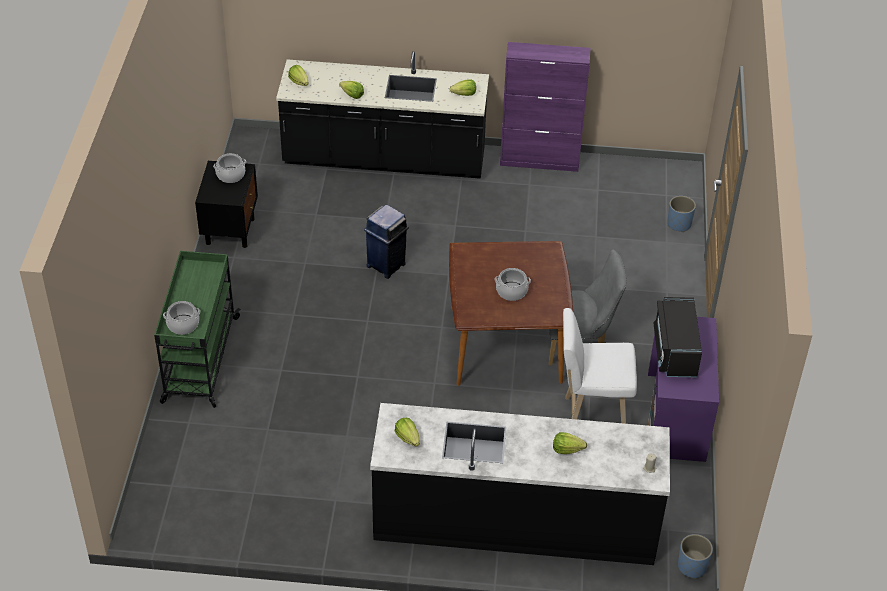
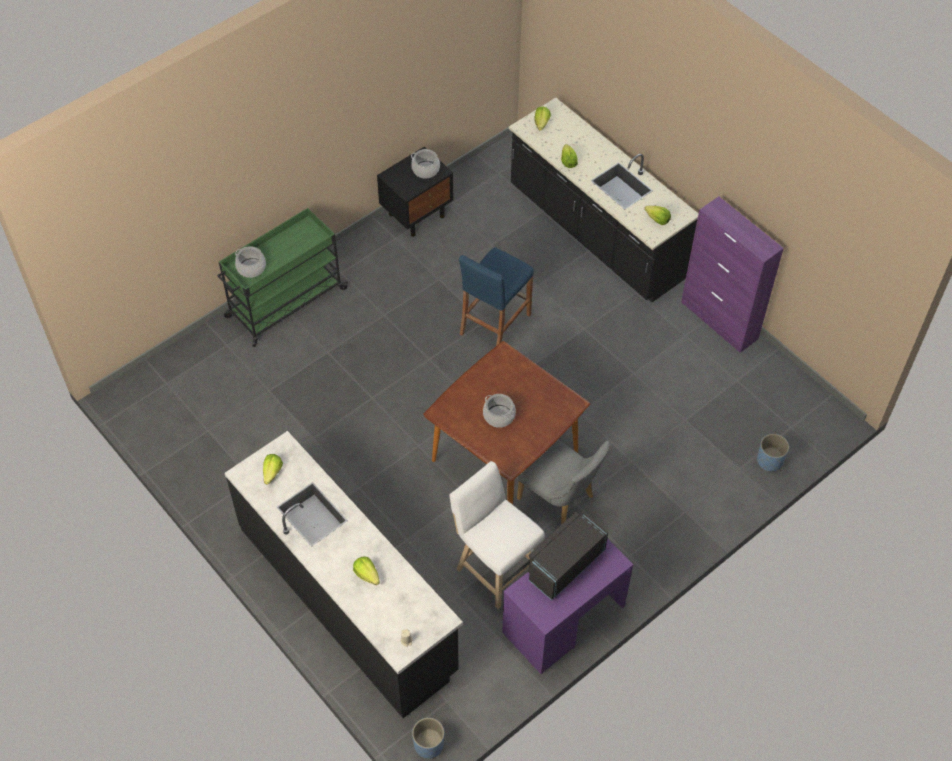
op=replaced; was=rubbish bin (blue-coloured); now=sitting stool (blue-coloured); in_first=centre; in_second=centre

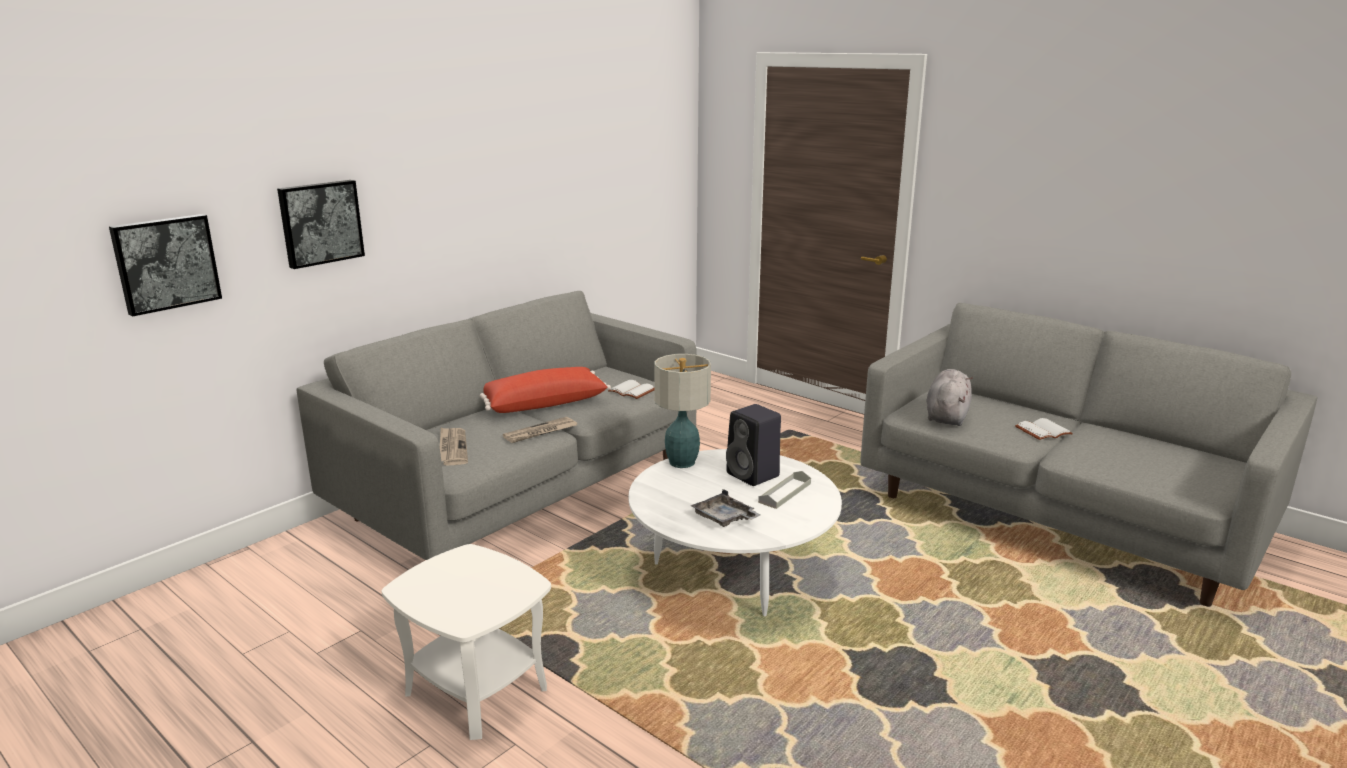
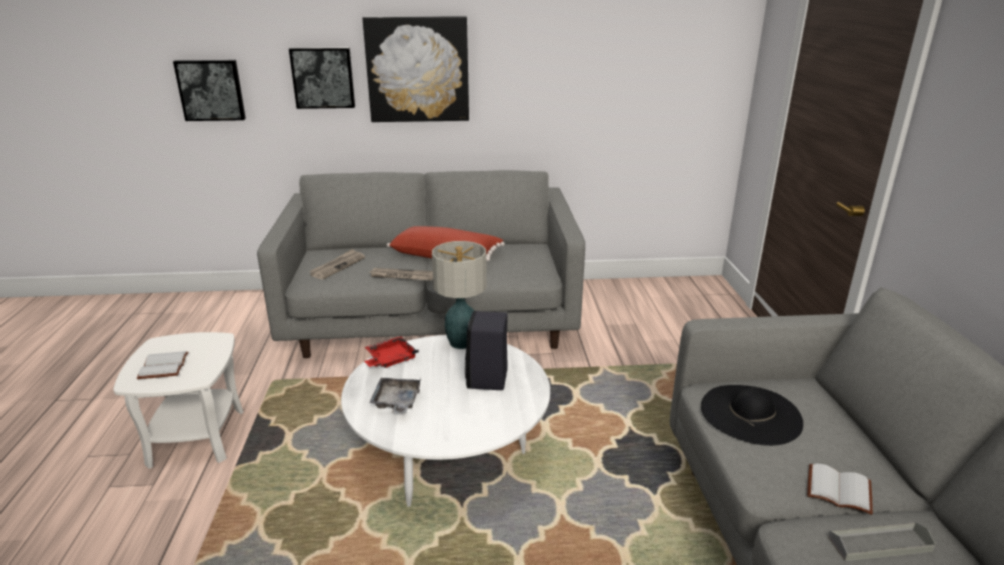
op=moved; was=book (white-coloured) (1st from left); in_first=centre; in_second=middle left
op=added; now=wall picture (3rd from left); in_second=top centre
op=added; now=carrying tray (red-coloured); in_second=centre
op=replaced; was=plush toy (grey); now=clothing hat (blackish); in_first=middle right; in_second=bottom right
op=moved; was=carrying tray (grey) (2nd from left); in_first=centre; in_second=bottom right

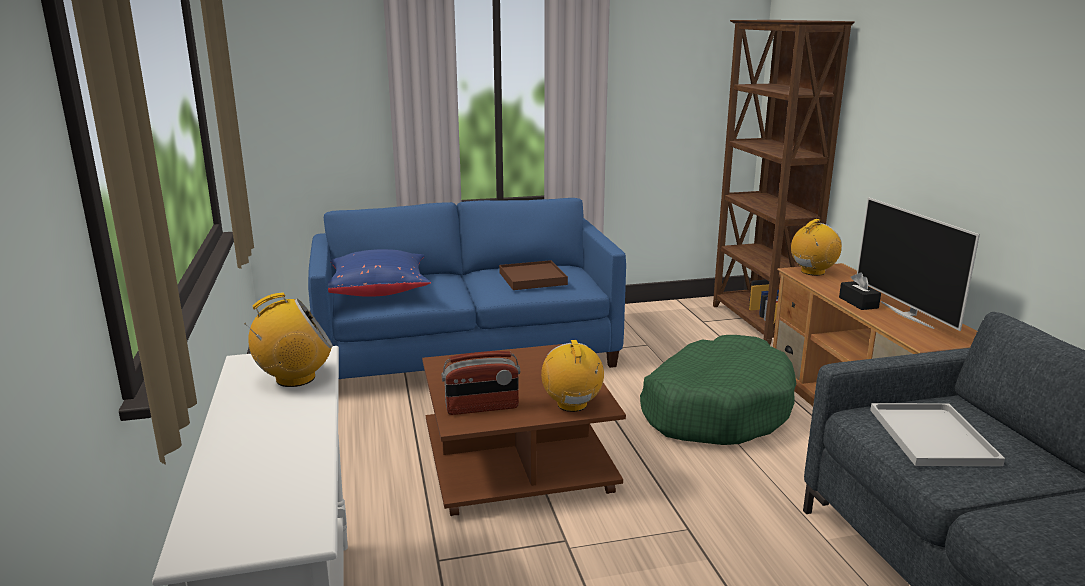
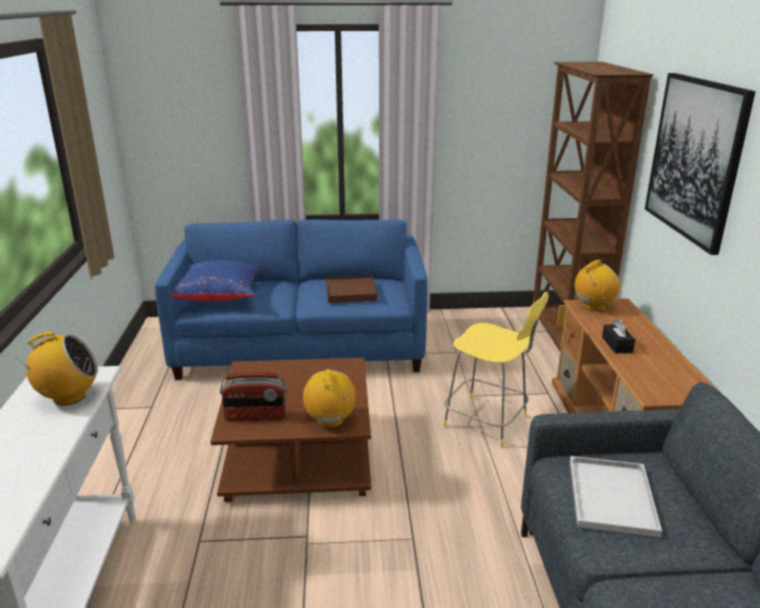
op=replaced; was=pet bed (green); now=sitting stool (yellow); in_first=centre; in_second=centre
op=added; now=wall picture; in_second=top right
op=removed; was=TV set; in_first=middle right

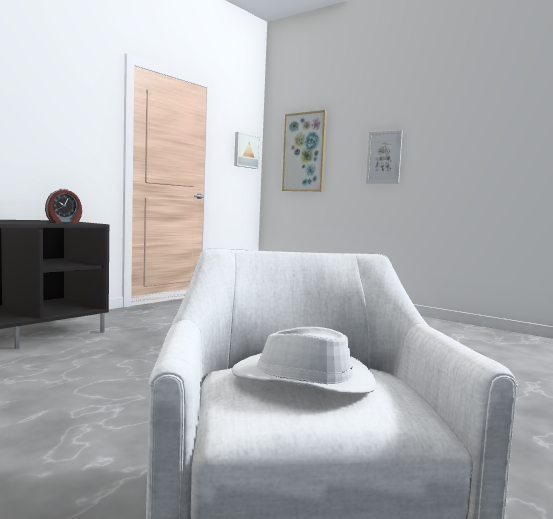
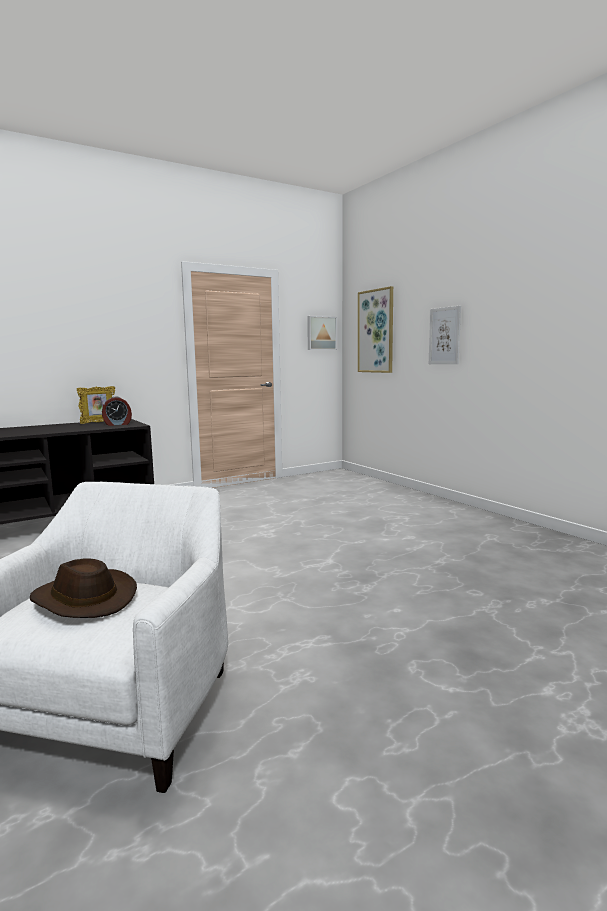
op=recoloured; was=clothing hat (white-coloured); now=clothing hat (brown); in_first=bottom centre; in_second=middle left
op=added; now=standing frame; in_second=middle left

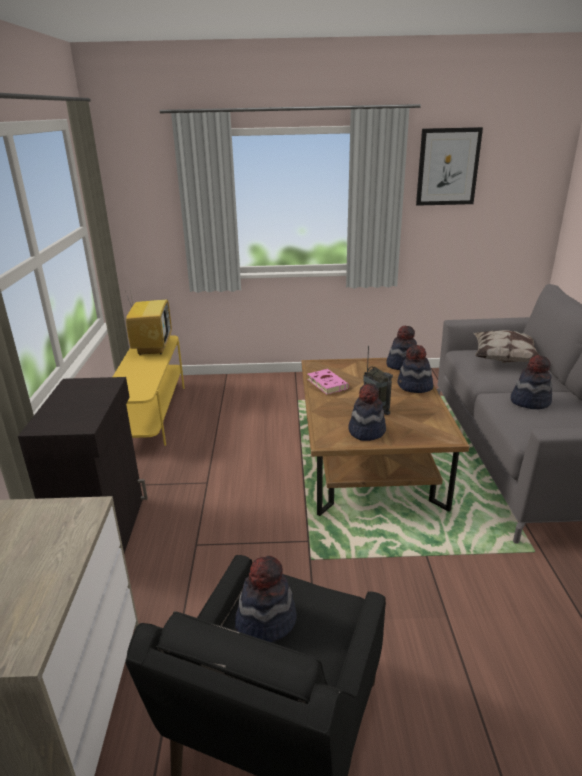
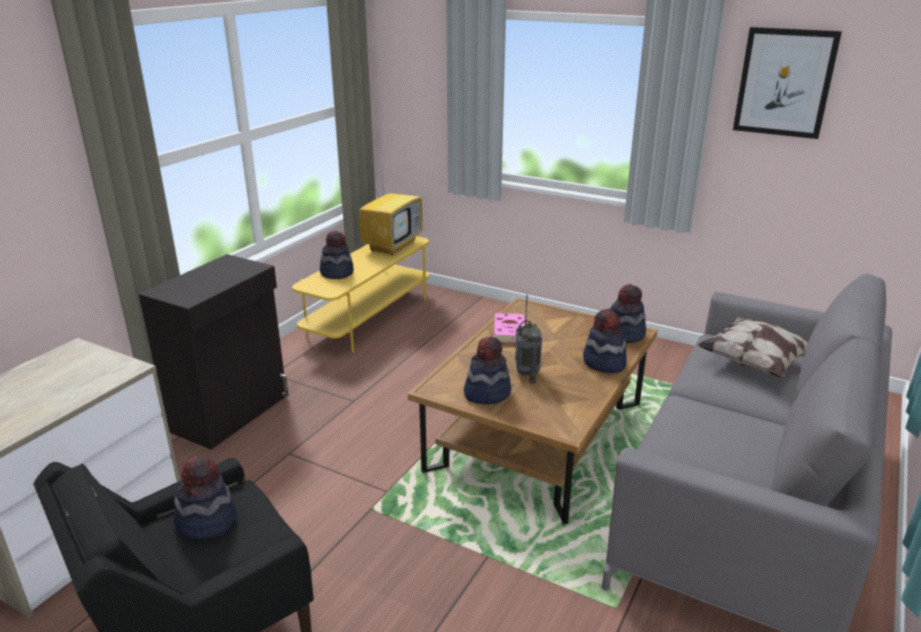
op=moved; was=clothing hat (5th from left in the first image); now=clothing hat (2nd from left); in_first=middle right; in_second=centre

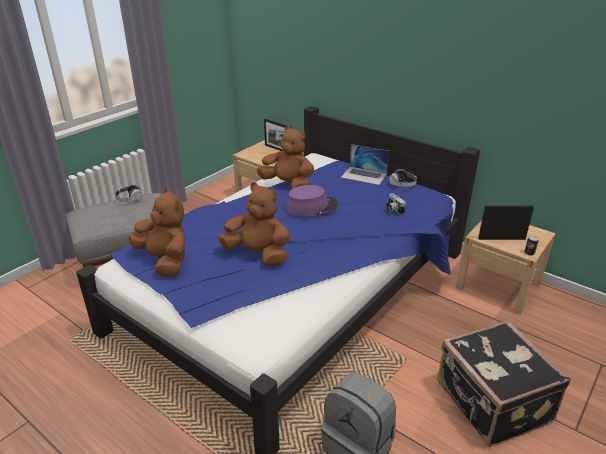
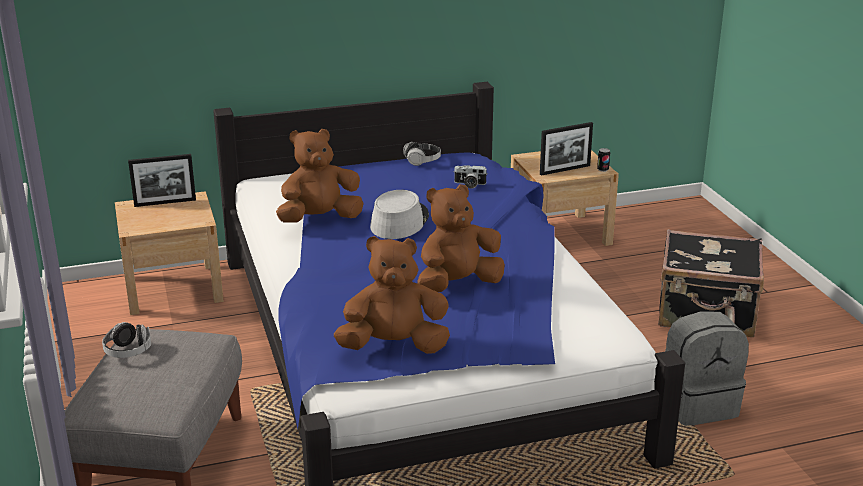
op=recoloured; was=clothing hat (purple); now=clothing hat (grey); in_first=centre; in_second=centre
op=turned; was=standing frame (2nd from left); in_first=middle right; in_second=top centre; clockwise=-150
op=removed; was=laptop; in_first=centre

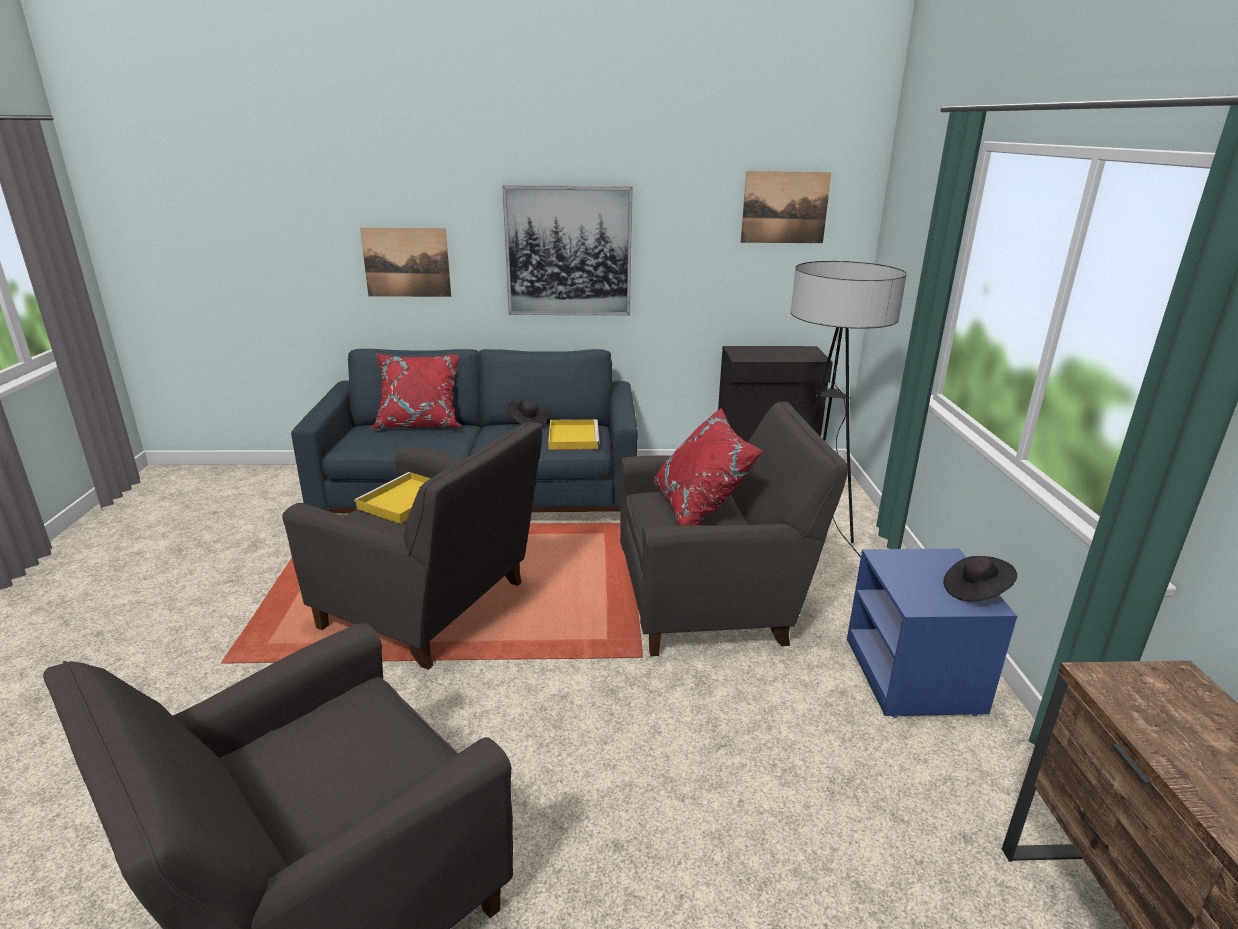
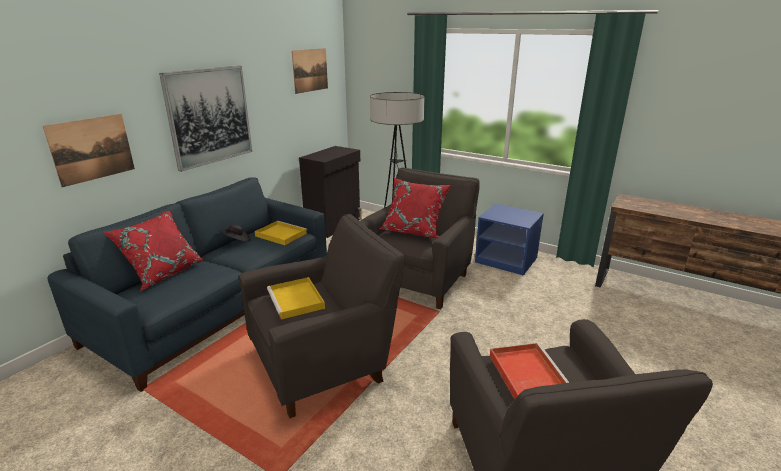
op=added; now=carrying tray (red-coloured); in_second=bottom right
op=removed; was=clothing hat (blackish) (2nd from left); in_first=middle right

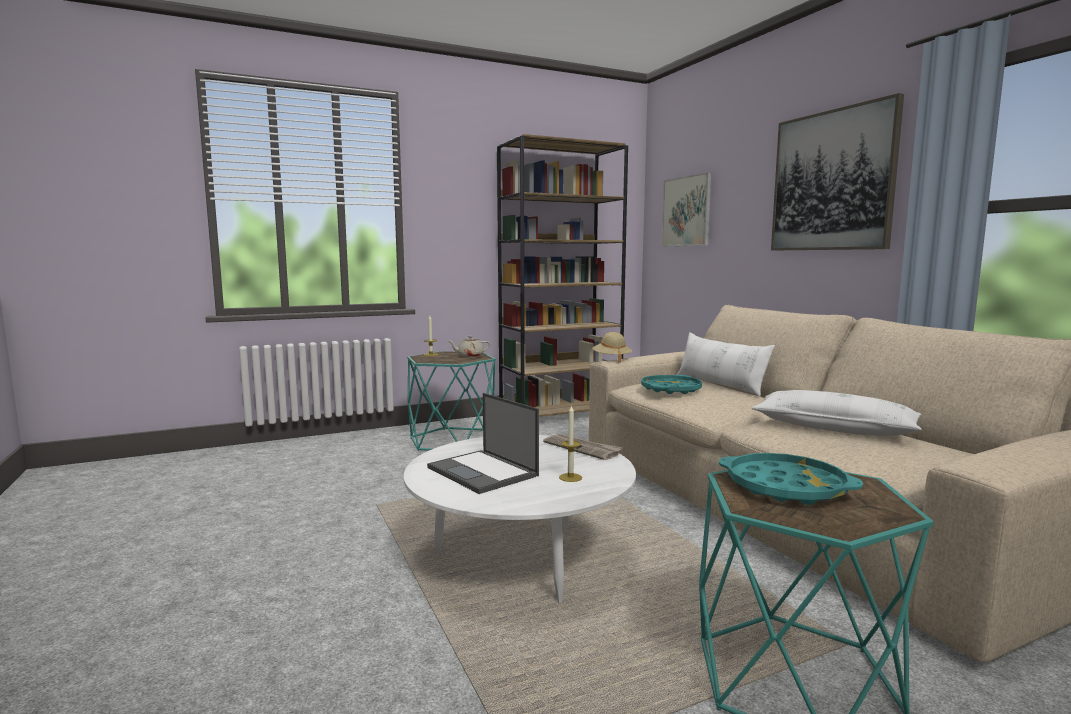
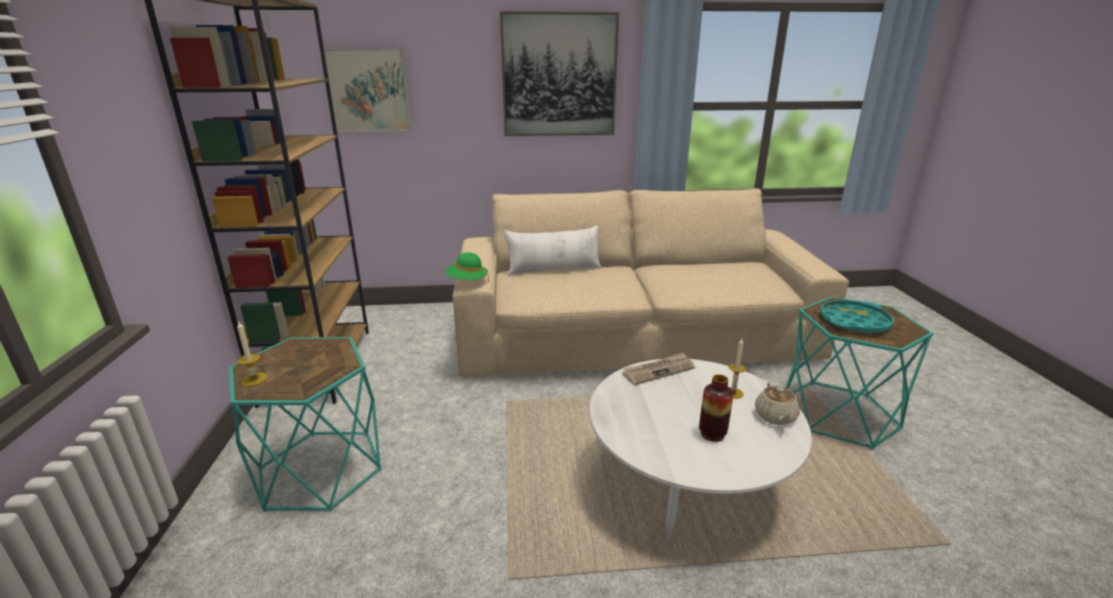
op=recoloured; was=clothing hat (beige-coloured); now=clothing hat (green); in_first=centre; in_second=centre
op=replaced; was=laptop; now=flower vase; in_first=centre; in_second=bottom centre
op=moved; was=pot for tea (beige-coloured); in_first=centre; in_second=bottom right
op=removed; was=carrying tray (turquoise-coloured) (1st from left); in_first=centre
op=removed; was=pillow (white-coloured) (2nd from left); in_first=middle right

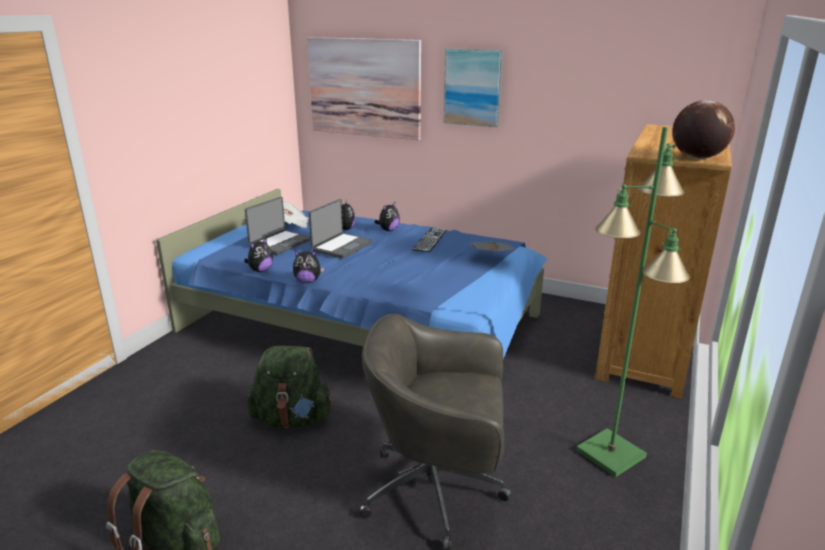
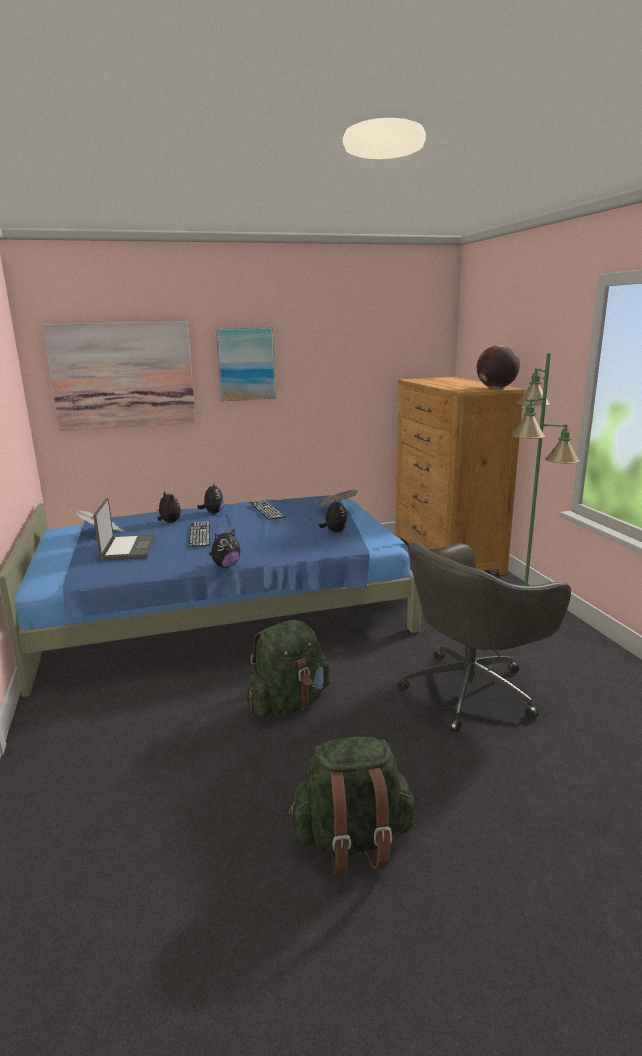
op=replaced; was=laptop (2nd from left); now=keyboard (1st from left); in_first=centre; in_second=middle left
op=moved; was=plush toy (1st from left in the first image); now=plush toy (4th from left); in_first=middle left; in_second=centre

